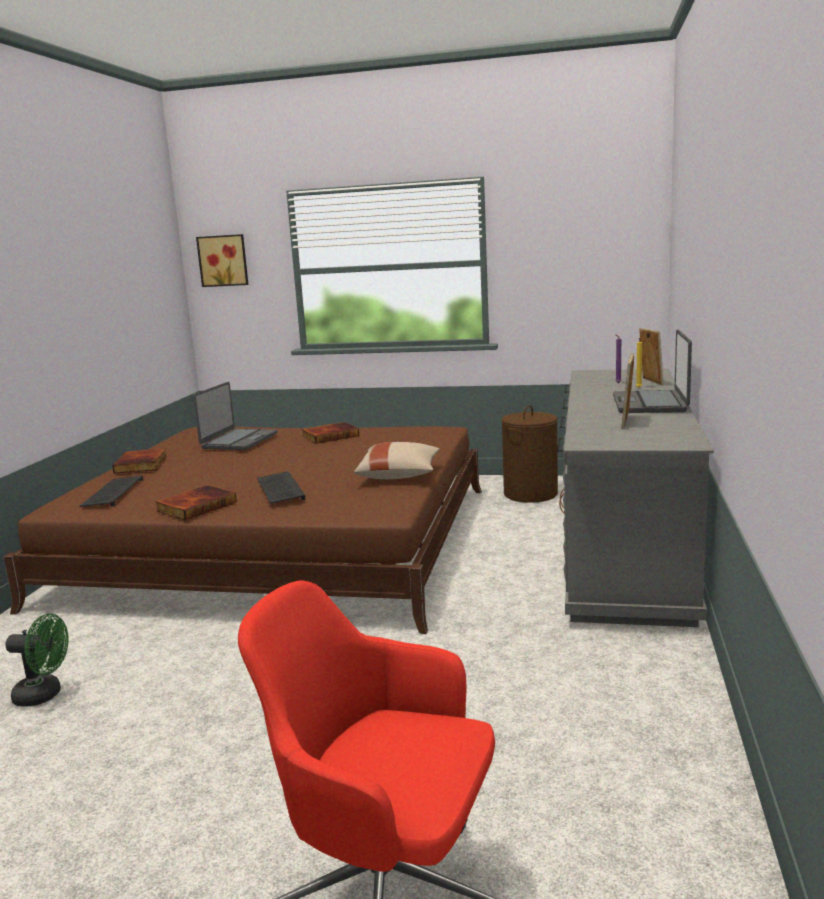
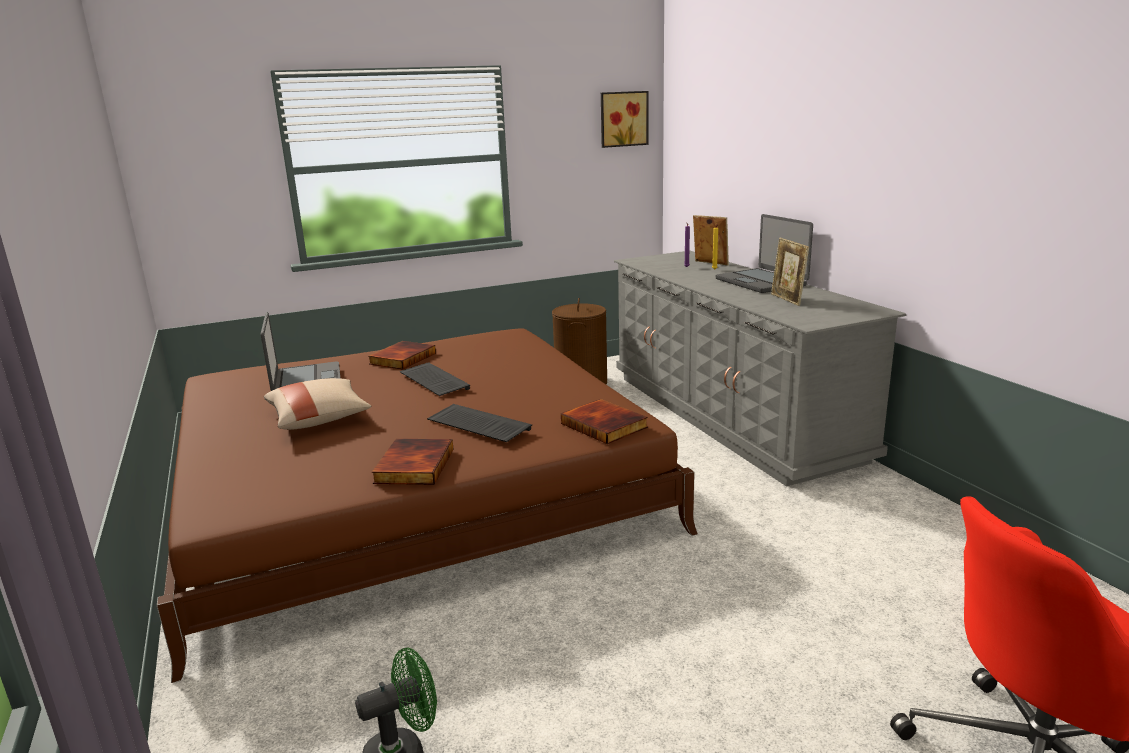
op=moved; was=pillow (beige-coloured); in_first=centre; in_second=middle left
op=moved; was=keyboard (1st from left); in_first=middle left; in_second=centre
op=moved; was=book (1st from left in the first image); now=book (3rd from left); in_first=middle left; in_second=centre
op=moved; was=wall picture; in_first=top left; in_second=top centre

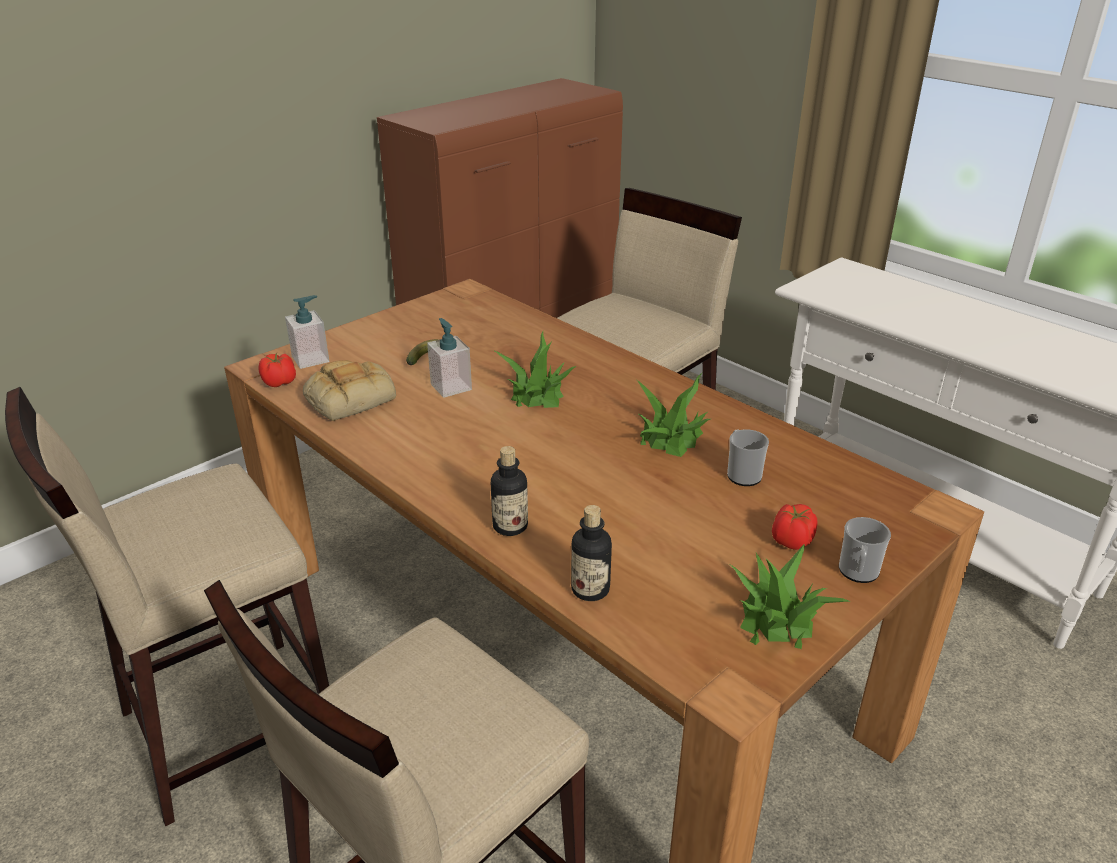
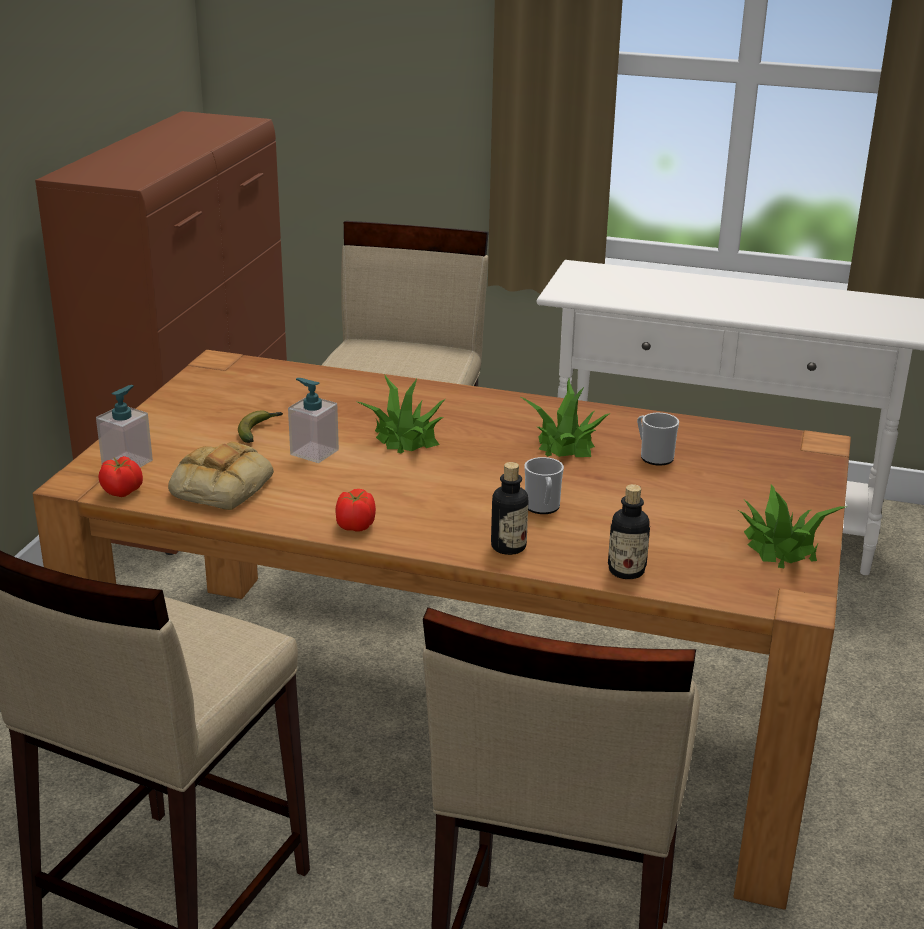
op=moved; was=fresh tomato (2nd from left); in_first=middle right; in_second=centre
op=moved; was=mug (2nd from left in the first image); now=mug (1st from left); in_first=middle right; in_second=centre

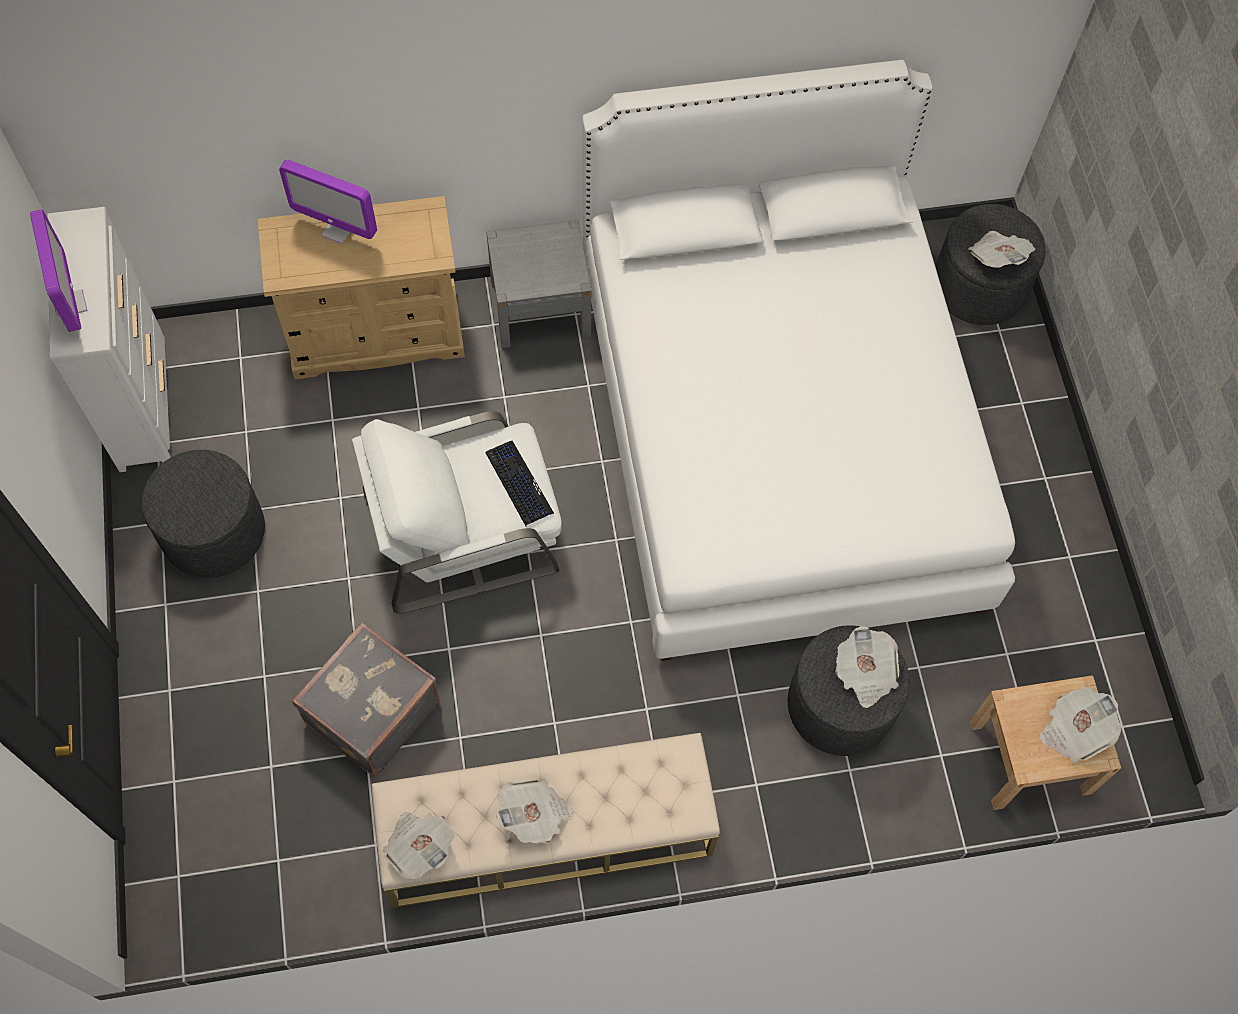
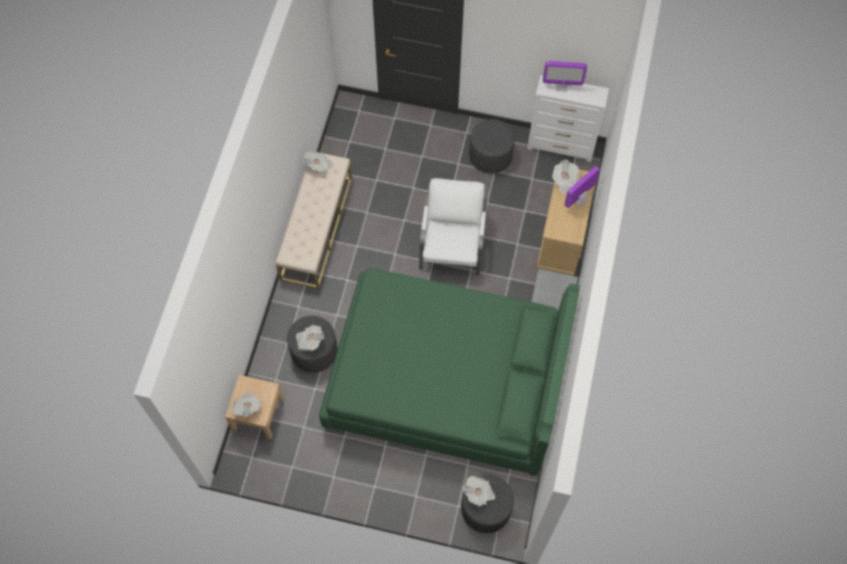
op=recoloured; was=bedroom bed (white-coloured); now=bedroom bed (green); in_first=centre; in_second=centre
op=moved; was=printed paper (2nd from left in the first image); now=printed paper (5th from left); in_first=bottom centre; in_second=top right
op=removed; was=suitcase (grey); in_first=bottom left
op=removed; was=keyboard; in_first=centre

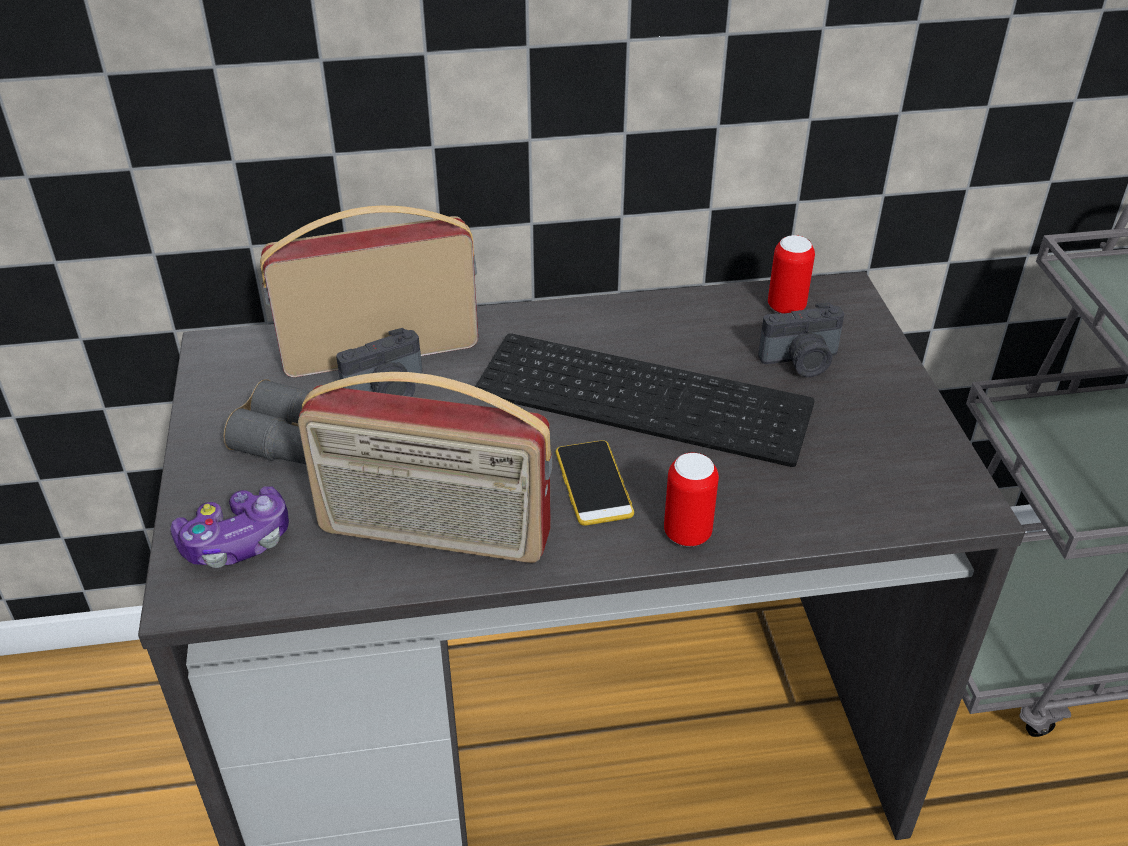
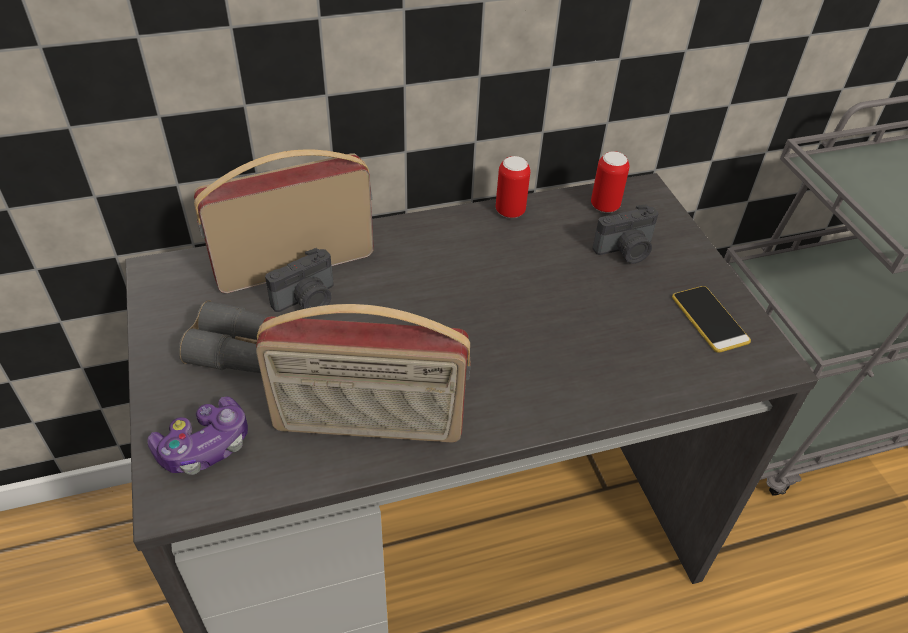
op=moved; was=metal can (1st from left); in_first=centre; in_second=top centre
op=moved; was=handset; in_first=centre; in_second=middle right
op=removed; was=keyboard; in_first=centre

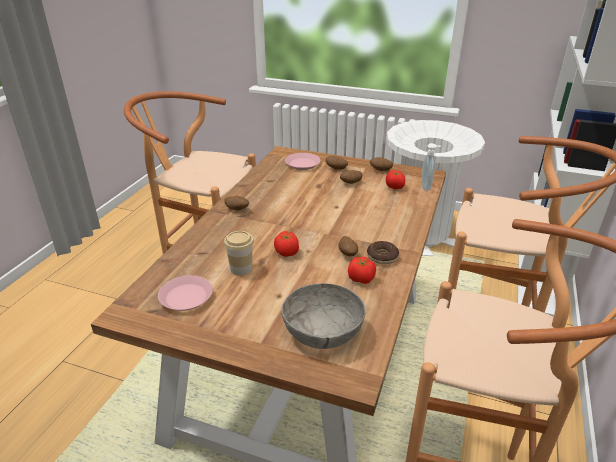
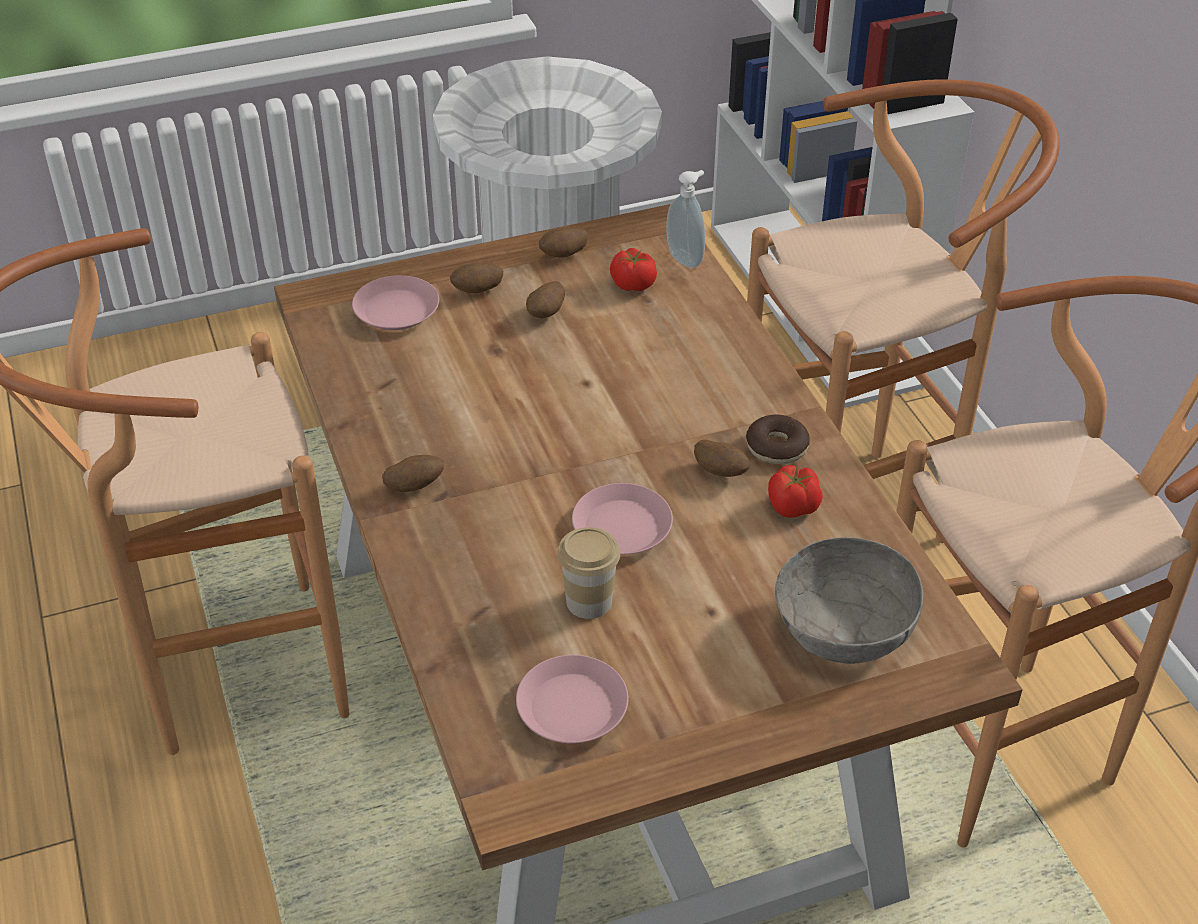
op=replaced; was=fresh tomato (1st from left); now=dinner plate (pinkish) (3rd from left); in_first=centre; in_second=centre

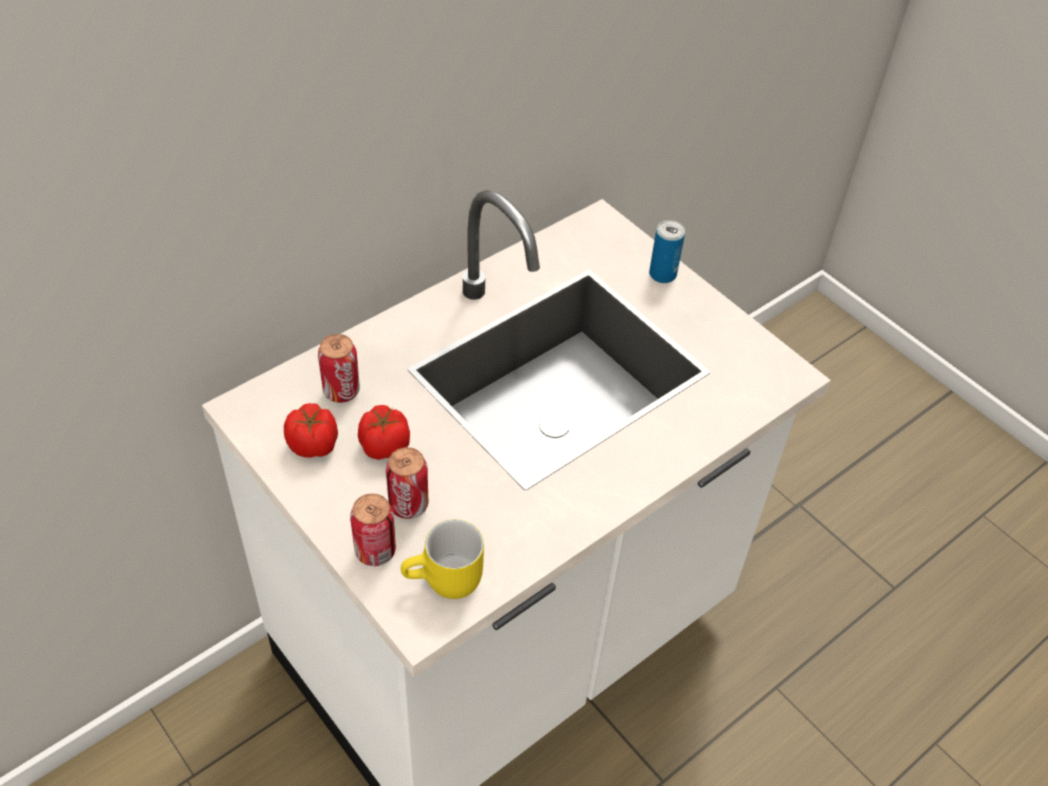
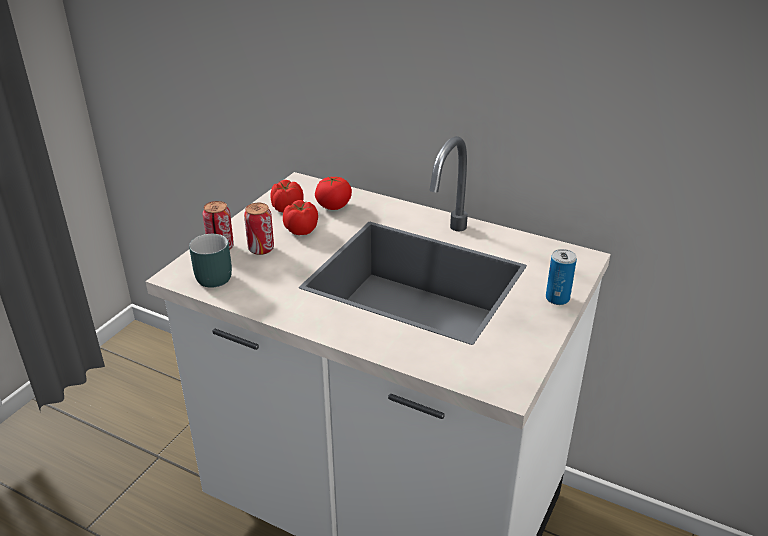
op=recoloured; was=mug (yellow); now=mug (turquoise-coloured); in_first=bottom centre; in_second=middle left
op=replaced; was=metal can (1st from left); now=fresh tomato (3rd from left); in_first=middle left; in_second=centre

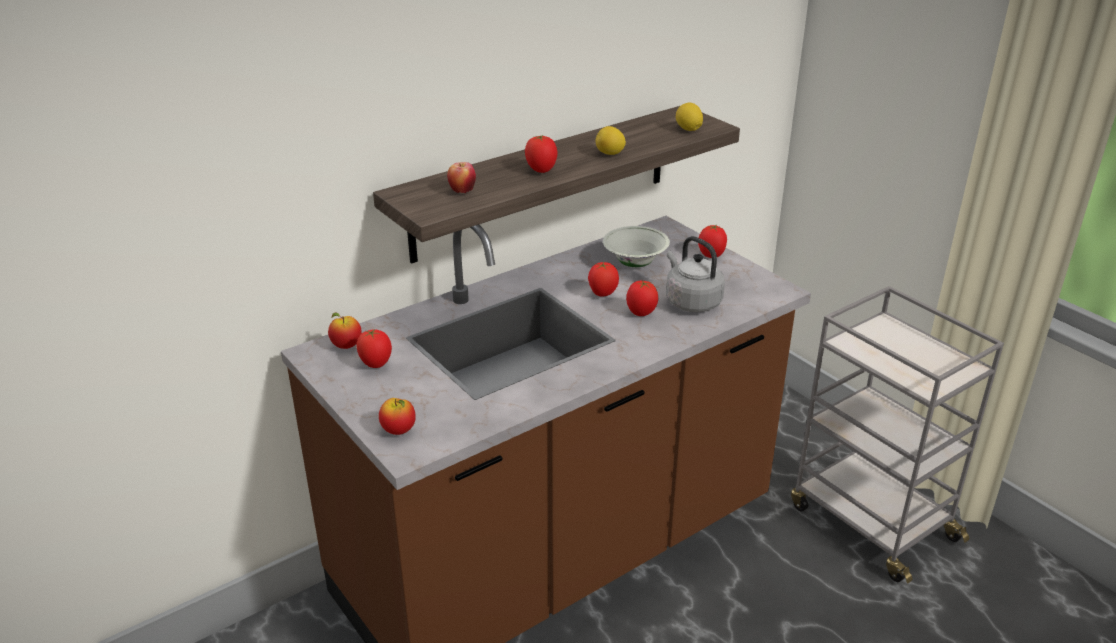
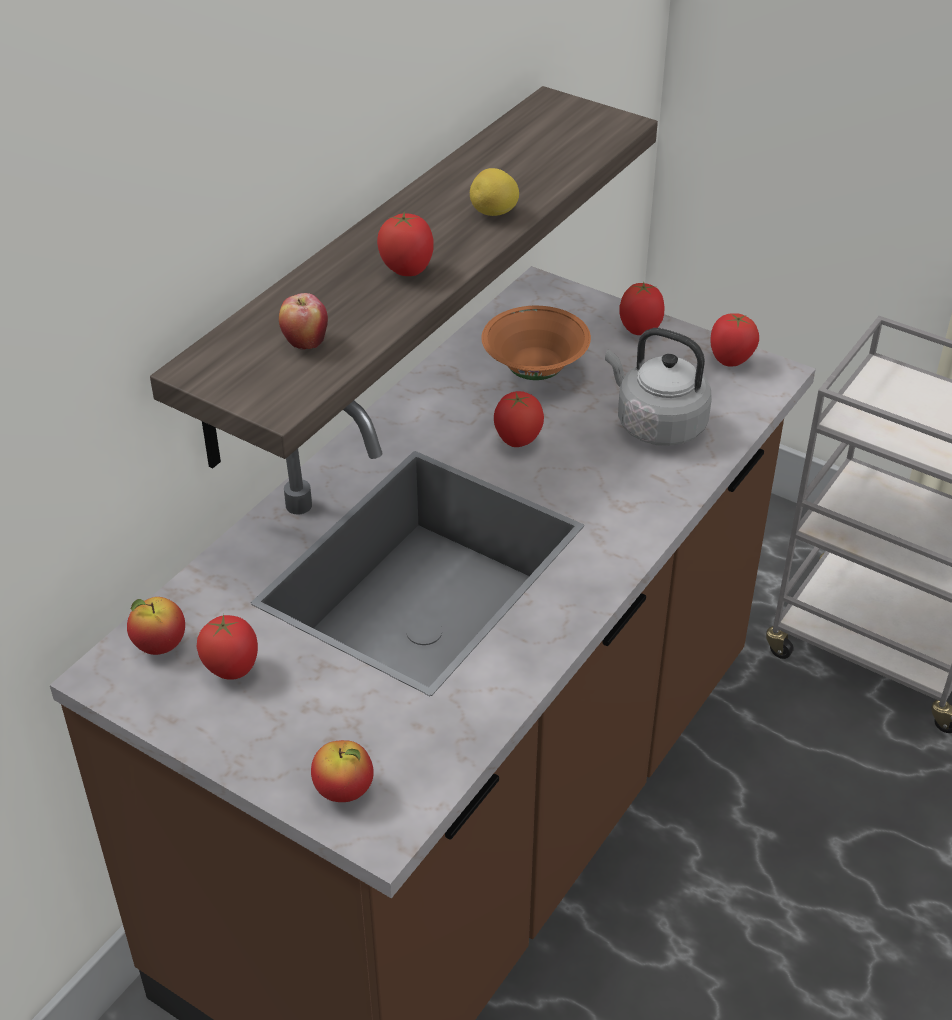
op=recoloured; was=bowl (white-coloured); now=bowl (orangey); in_first=centre; in_second=centre
op=moved; was=fresh tomato (4th from left in the first image); now=fresh tomato (5th from left); in_first=centre; in_second=middle right
op=removed; was=lemon (2nd from left); in_first=top centre

